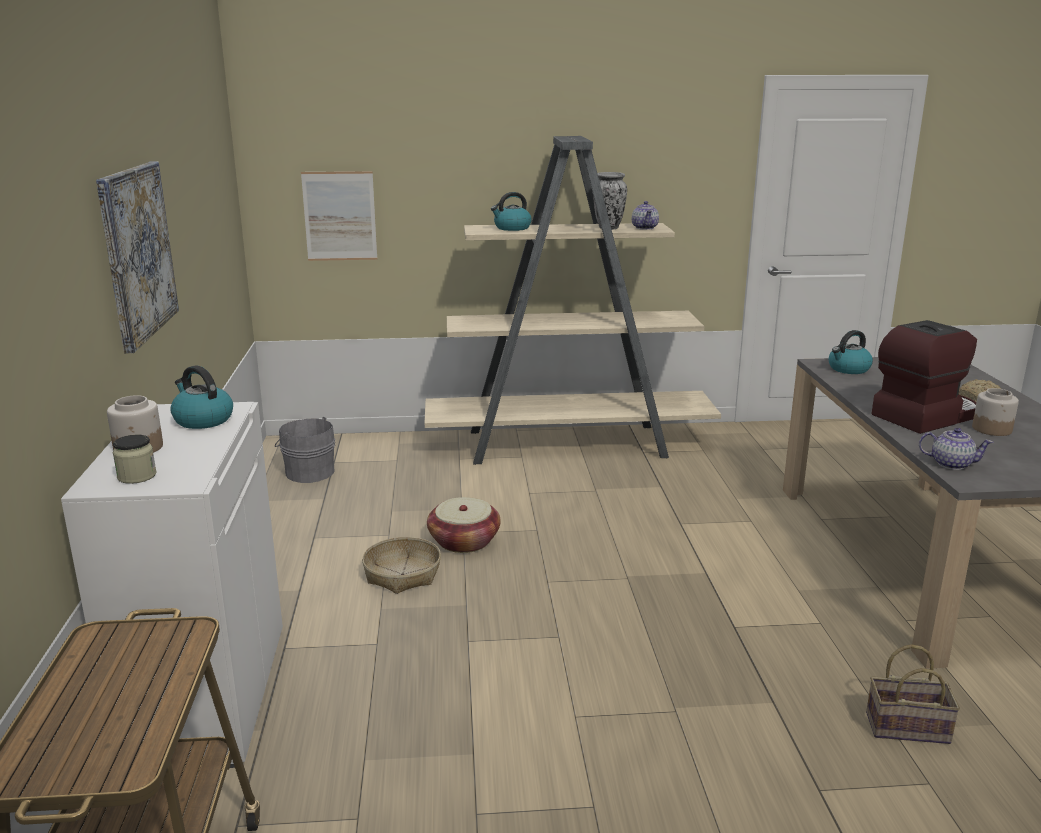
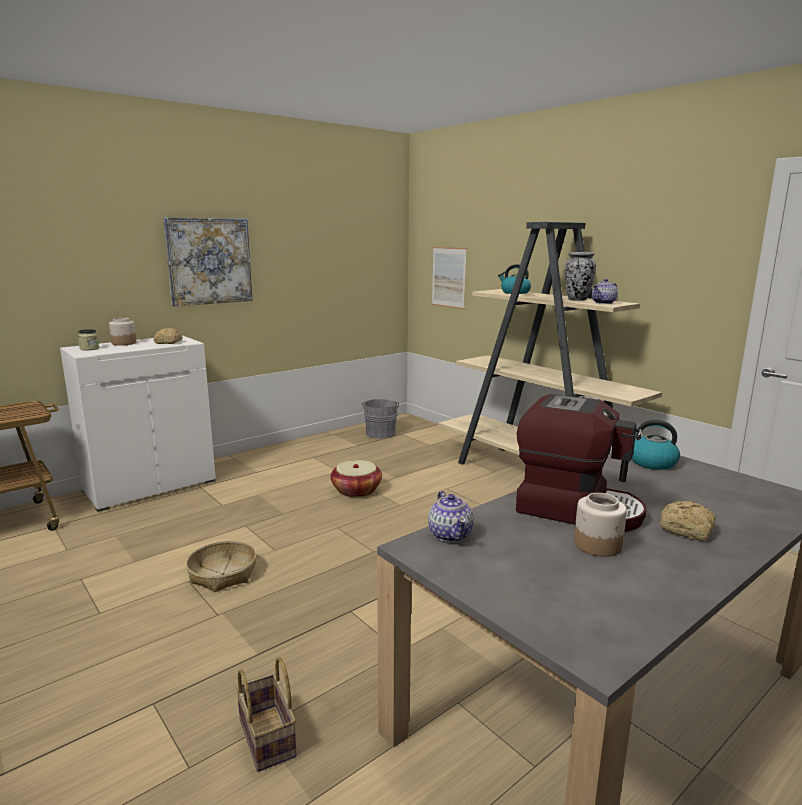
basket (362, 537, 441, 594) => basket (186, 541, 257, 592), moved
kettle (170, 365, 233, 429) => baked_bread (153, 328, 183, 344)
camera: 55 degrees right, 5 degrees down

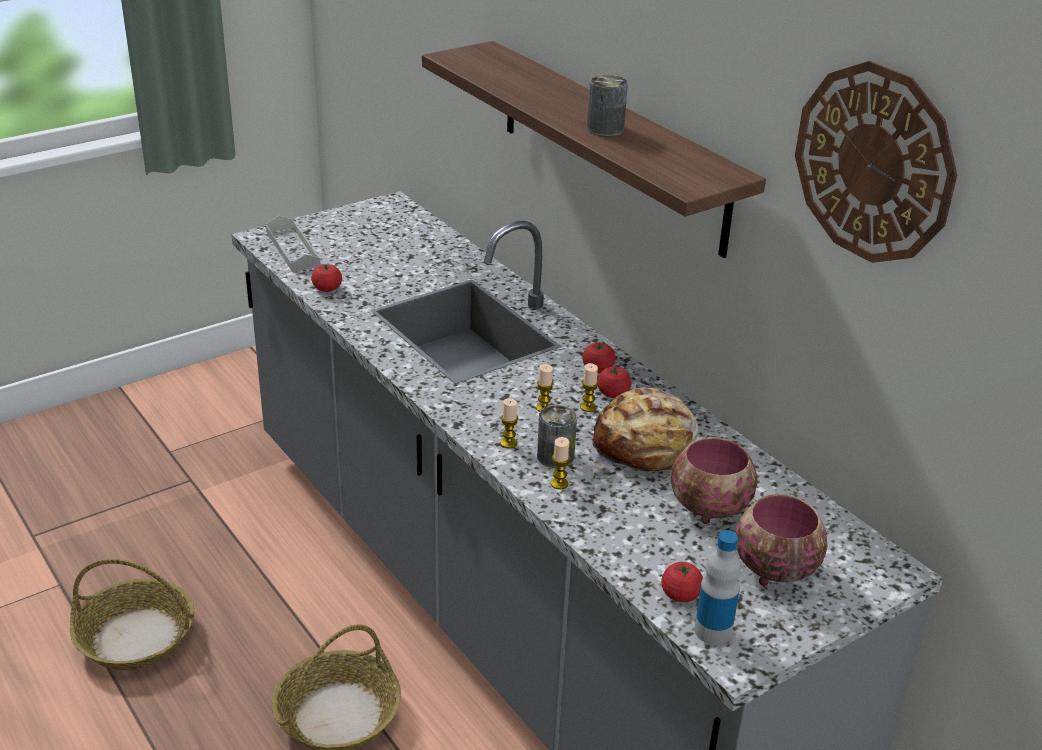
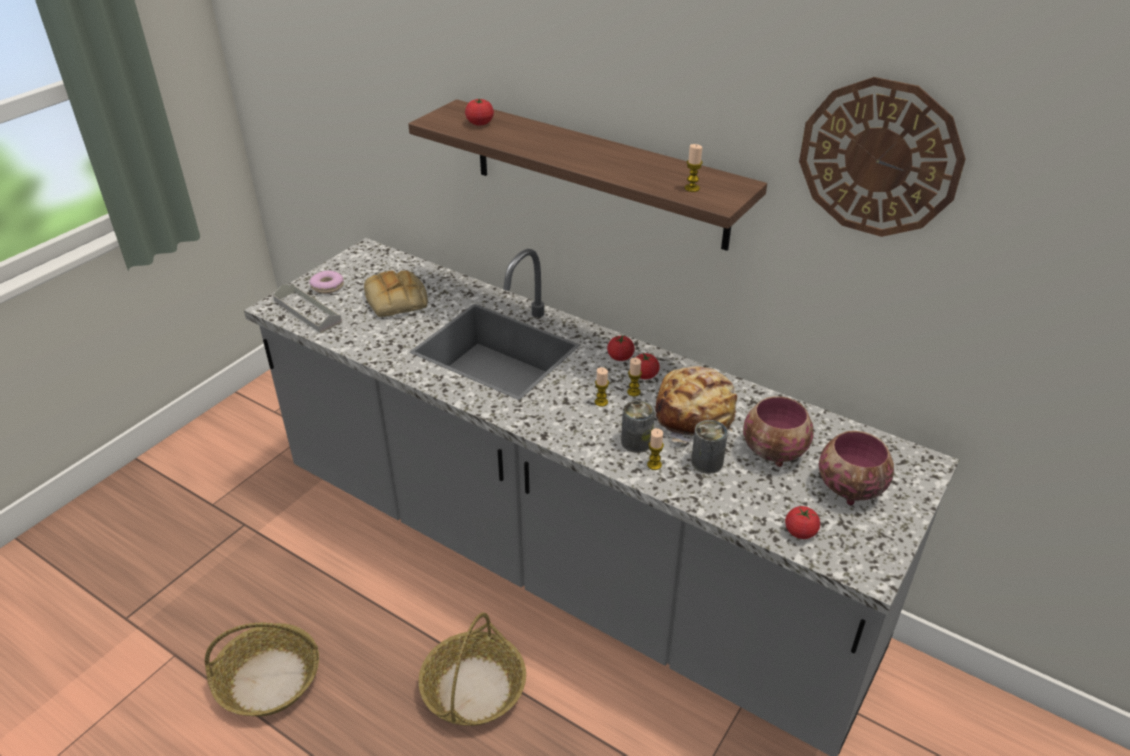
drink_bottle (694, 530, 741, 645) => nothing
nothing => ring_doughnut (310, 271, 344, 294)
nothing => baked_bread (364, 270, 428, 317)
tomato (311, 264, 342, 292) => tomato (465, 99, 494, 125), moved
wax_candle (500, 398, 518, 448) => wax_candle (685, 144, 703, 192), moved
can (587, 75, 628, 136) => can (691, 420, 728, 474), moved
camera: 20 degrees left, 5 degrees up

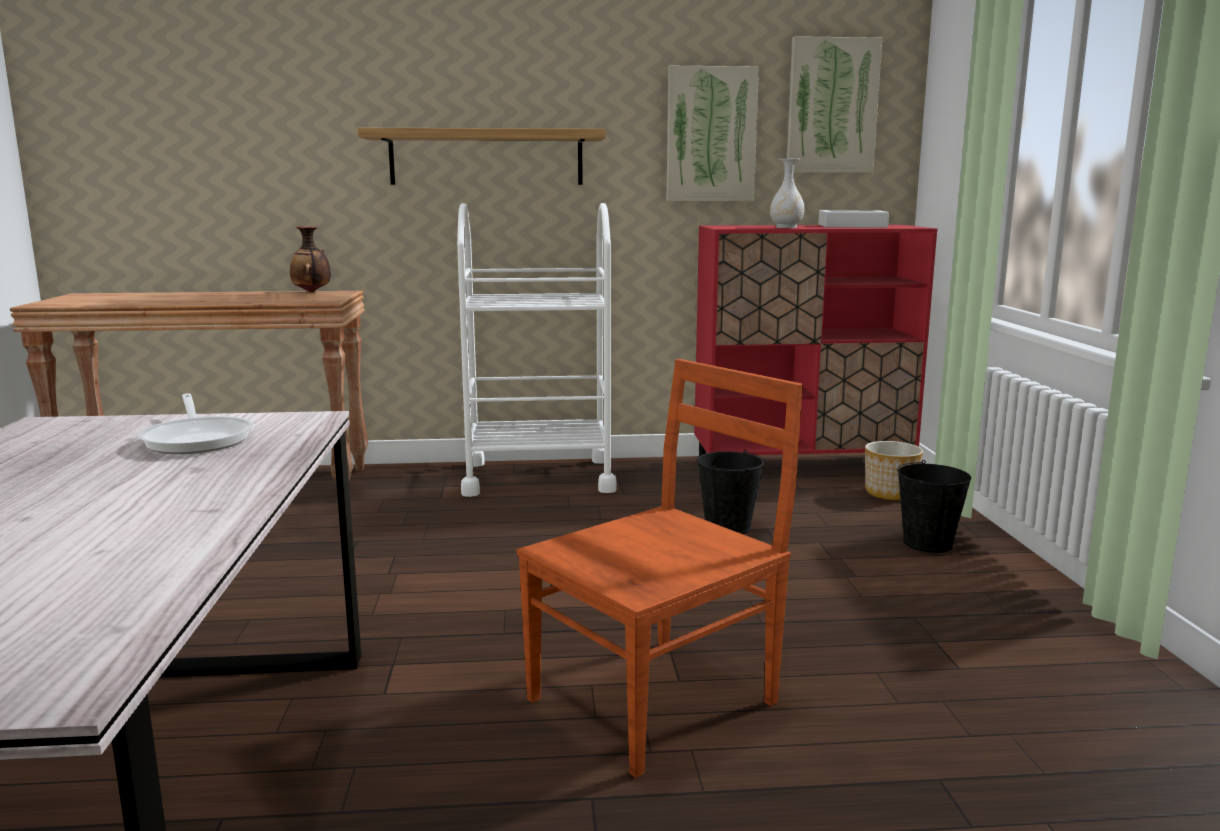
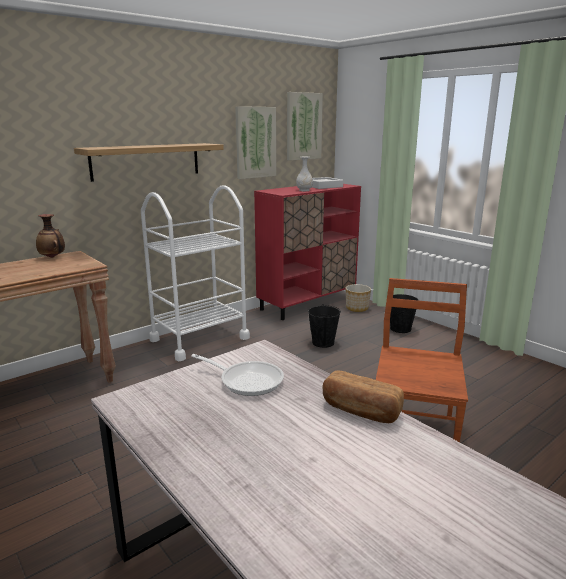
nothing => baked_bread (323, 370, 404, 423)
camera: 35 degrees left, 5 degrees up

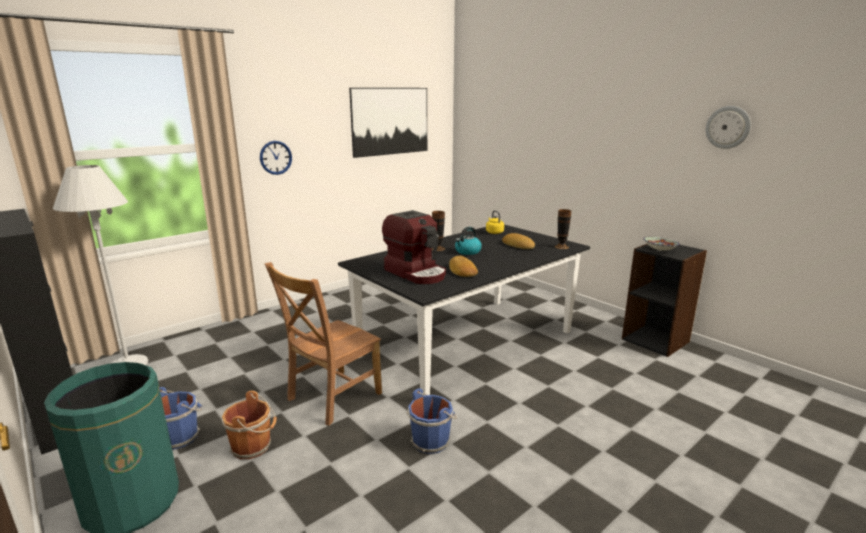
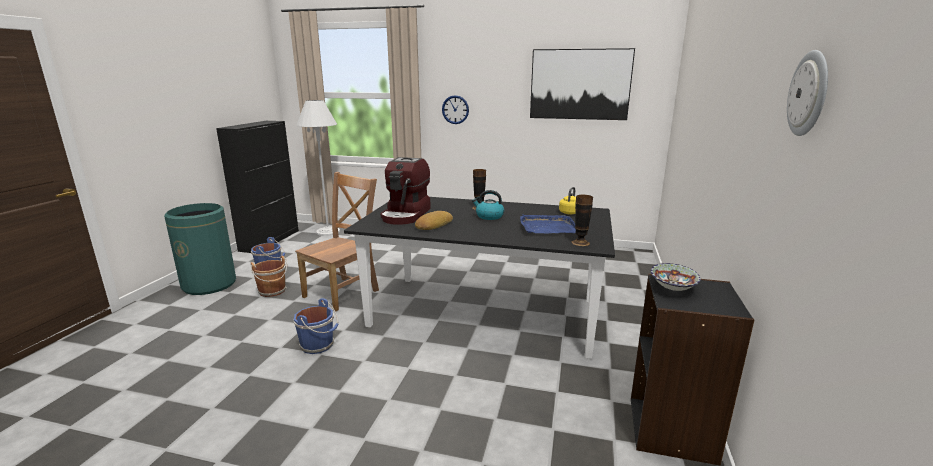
baked_bread (502, 233, 535, 249) => bluish_tray (520, 214, 576, 233)
brown-coloured_plain_chair (264, 262, 382, 426) => brown-coloured_plain_chair (295, 172, 379, 312), 120 degrees clockwise
camera: 55 degrees right, 0 degrees up

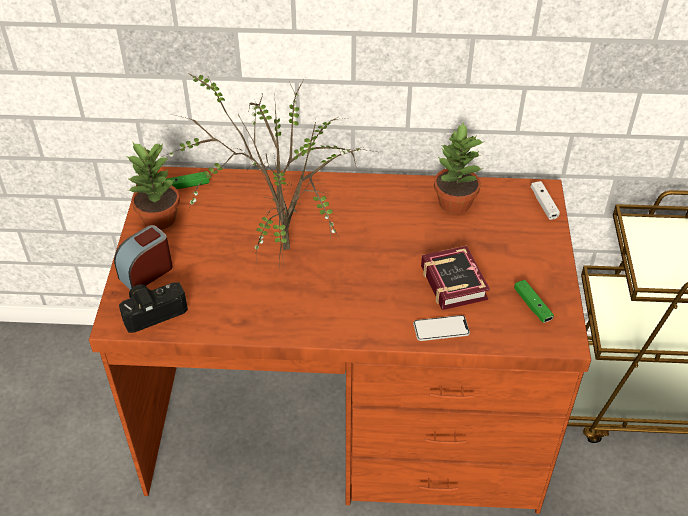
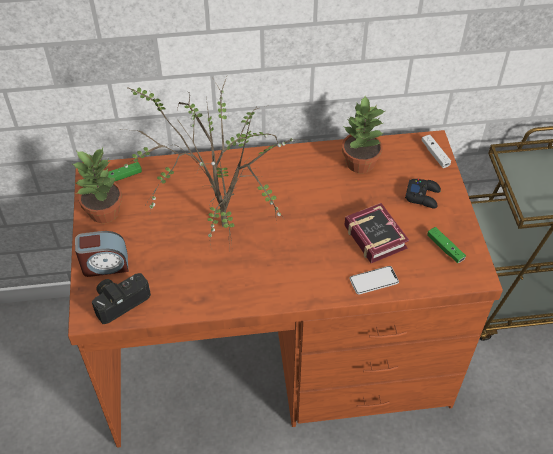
nothing => black_game_controller (405, 179, 441, 209)
bedside_clock (114, 225, 173, 290) => bedside_clock (75, 231, 128, 277), 135 degrees counterclockwise
camera: 10 degrees left, 5 degrees up

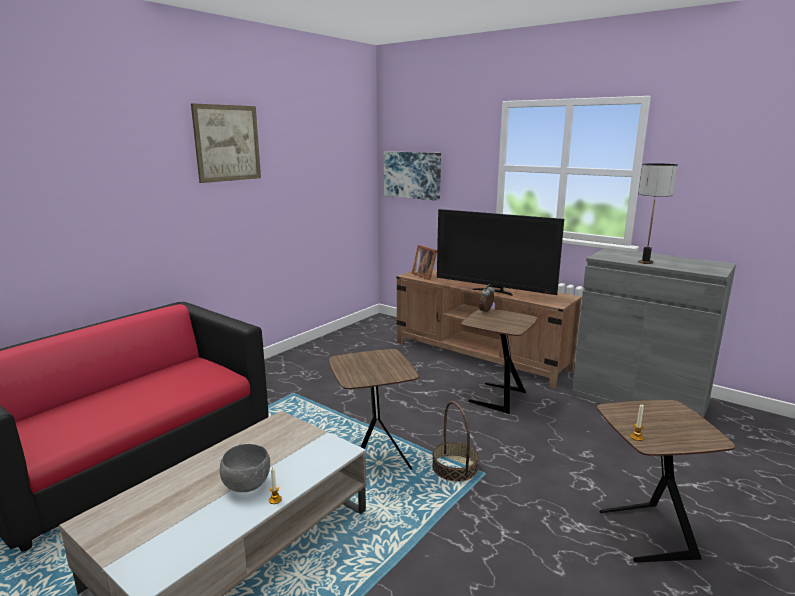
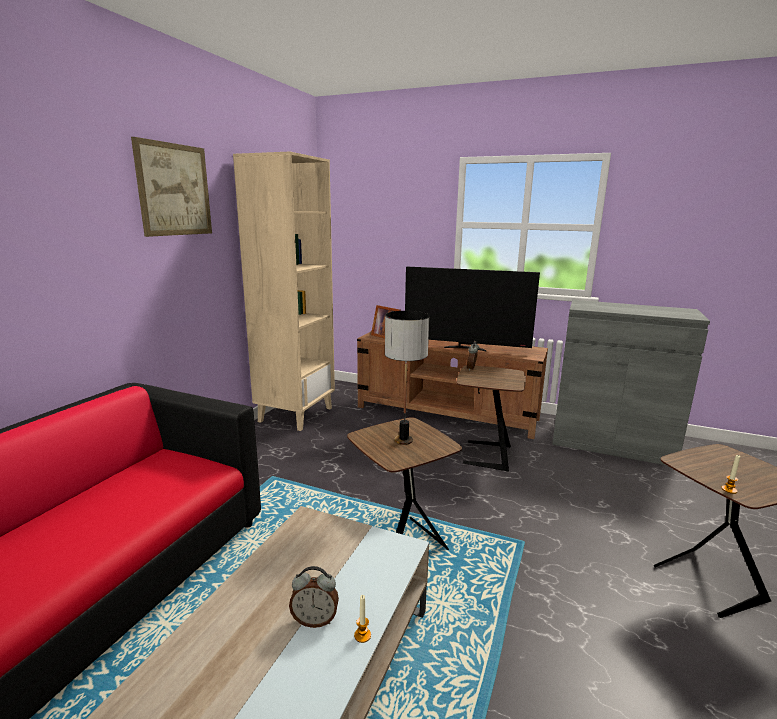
wall_picture (384, 151, 441, 201) => nothing
basket (432, 401, 479, 482) => nothing
nothing => sand-coloured_bookshelf (233, 152, 335, 431)
lamp_for_a_table (638, 163, 678, 264) => lamp_for_a_table (385, 311, 429, 445), moved
greyish_deep_dish (220, 444, 270, 492) => bedside_clock (289, 566, 339, 628)
camera: 15 degrees left, 0 degrees up

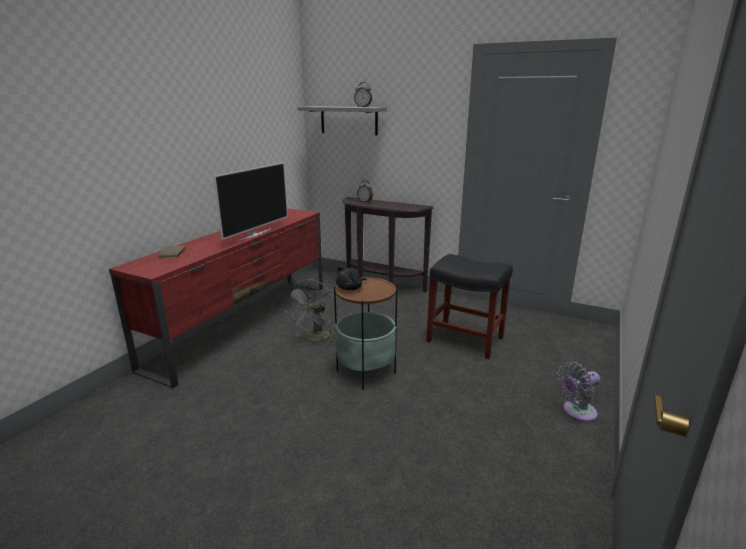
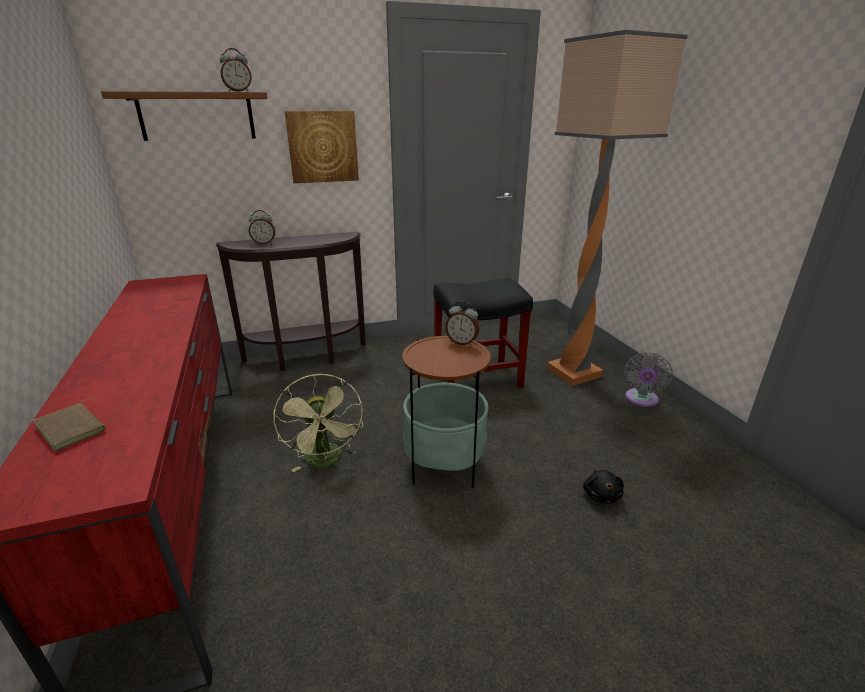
TV_set (214, 163, 288, 241) => nothing
nothing => wall_picture (285, 111, 359, 183)
nothing => bedside_clock (445, 301, 480, 346)
nothing => floor_lamp (547, 30, 688, 386)
black_cuddly_toy (336, 266, 367, 290) => black_cuddly_toy (583, 470, 624, 503), moved
greyish_fan (285, 279, 335, 342) => green-coloured_fan (273, 374, 363, 472)
greyish_wall_shelf (298, 106, 387, 135) => brown-coloured_wall_shelf (101, 91, 267, 141)
camera: 45 degrees left, 5 degrees up

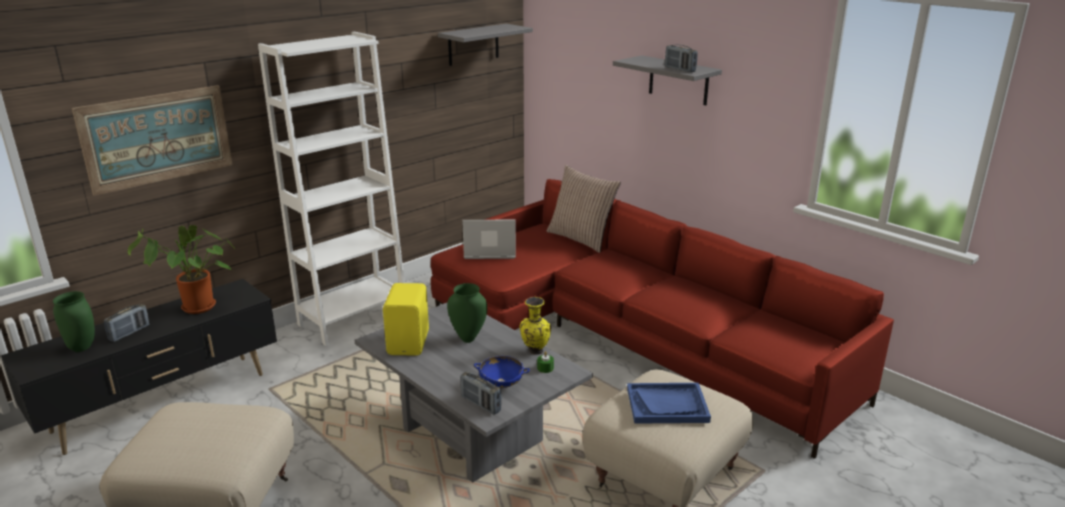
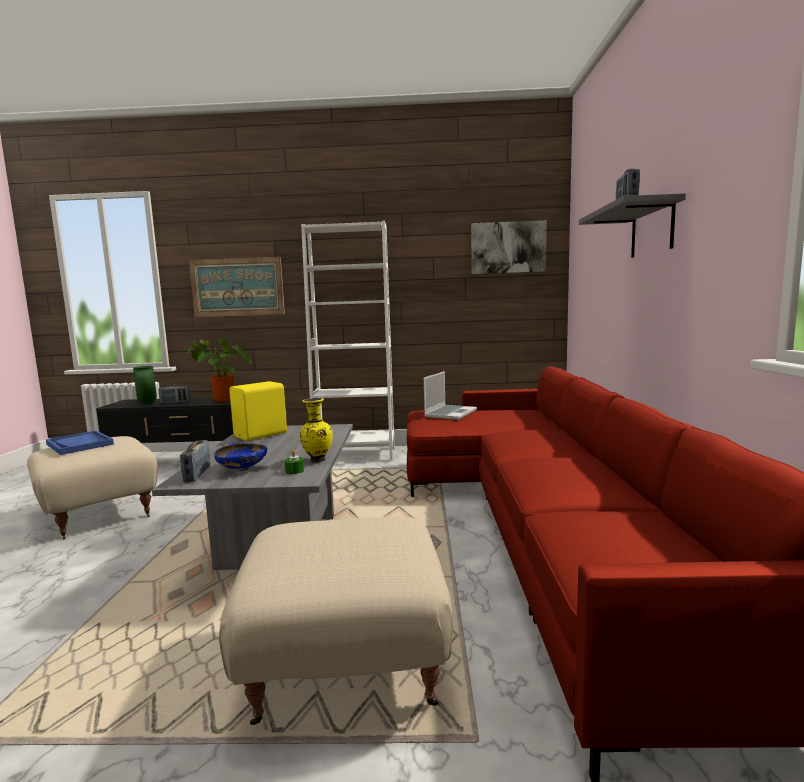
green-coloured_decorative_vase (447, 283, 487, 343) => nothing
cushion (547, 165, 621, 253) => nothing
bluish_tray (627, 383, 711, 424) => bluish_tray (46, 431, 114, 455), moved
greyish_wall_shelf (438, 24, 533, 66) => wall_picture (471, 220, 547, 274)
portable_computer (462, 219, 516, 259) => portable_computer (424, 371, 477, 420), 75 degrees clockwise
camera: 45 degrees right, 15 degrees down

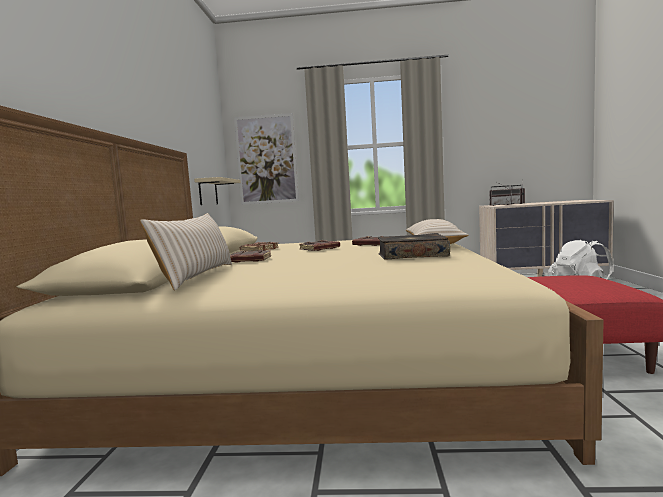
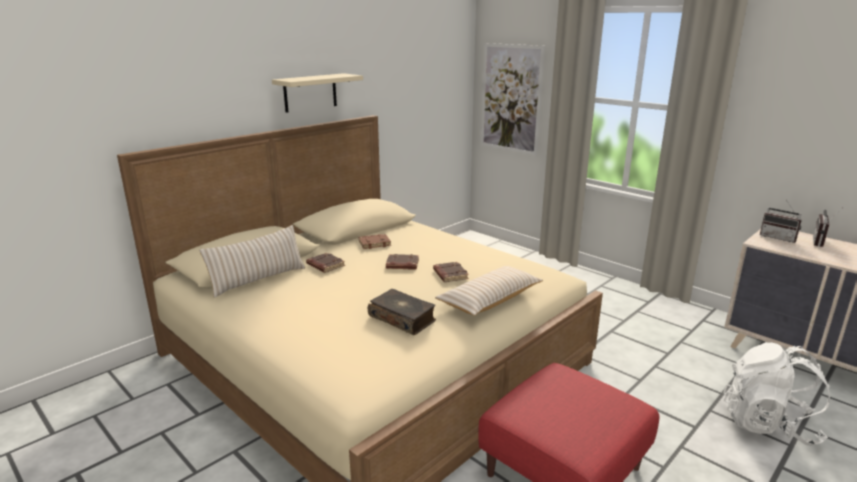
sand-coloured_wall_shelf (194, 177, 241, 205) => sand-coloured_wall_shelf (272, 73, 363, 113), moved
camera: 40 degrees right, 15 degrees up

